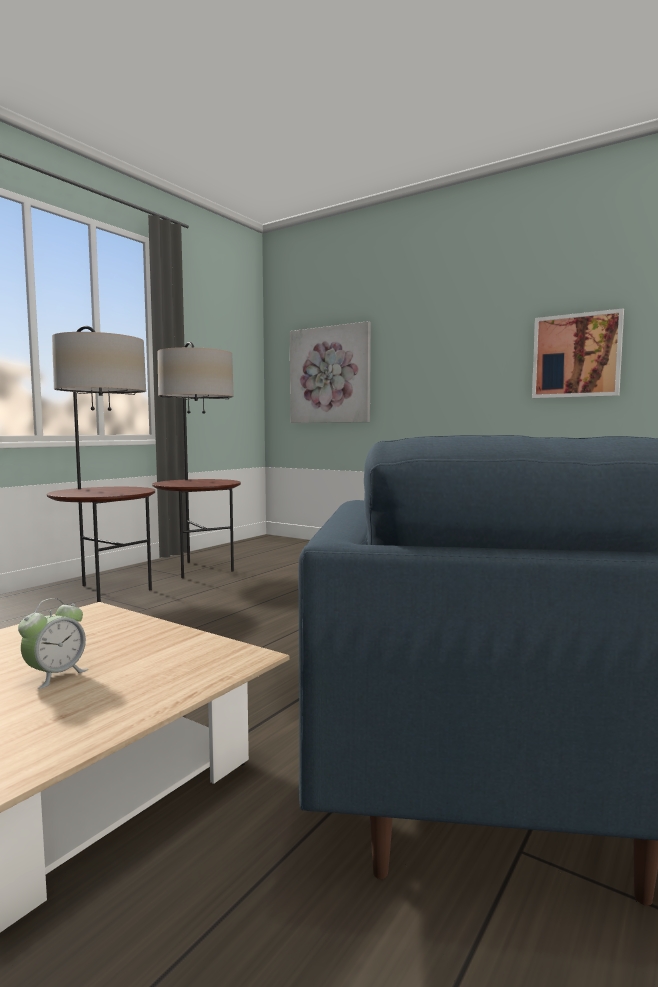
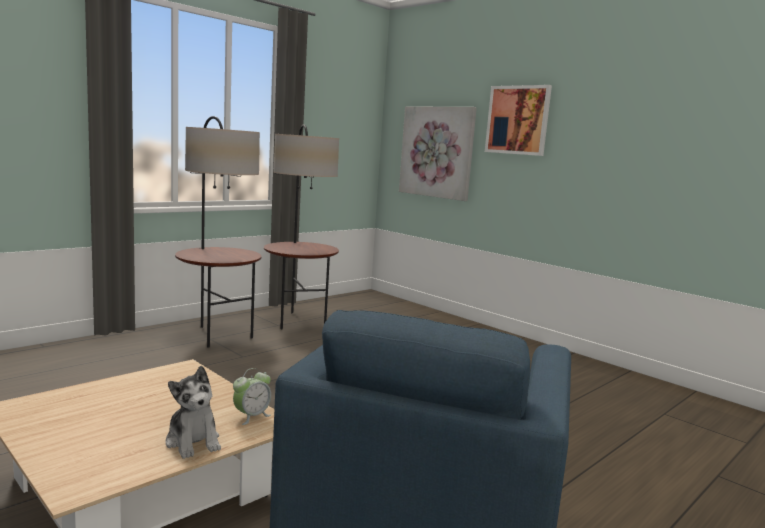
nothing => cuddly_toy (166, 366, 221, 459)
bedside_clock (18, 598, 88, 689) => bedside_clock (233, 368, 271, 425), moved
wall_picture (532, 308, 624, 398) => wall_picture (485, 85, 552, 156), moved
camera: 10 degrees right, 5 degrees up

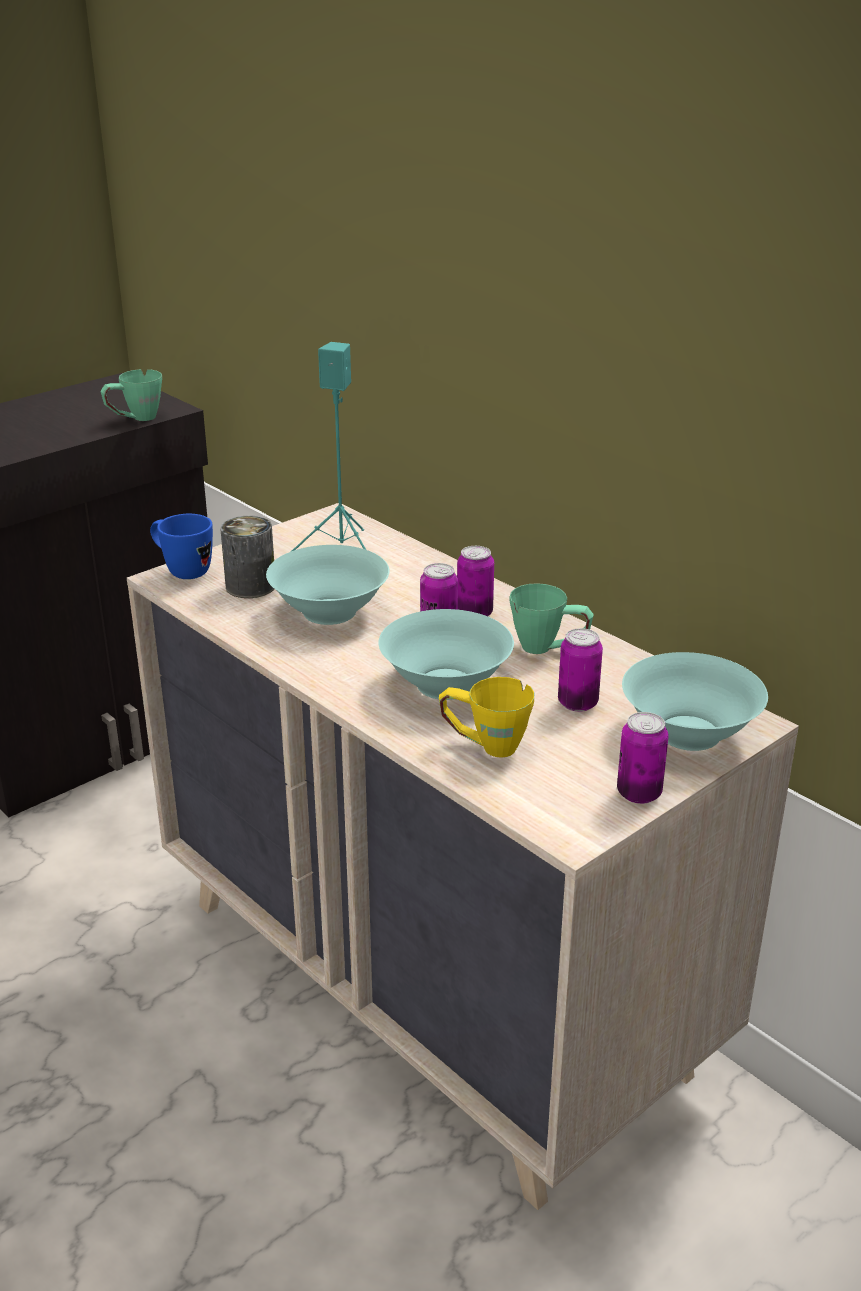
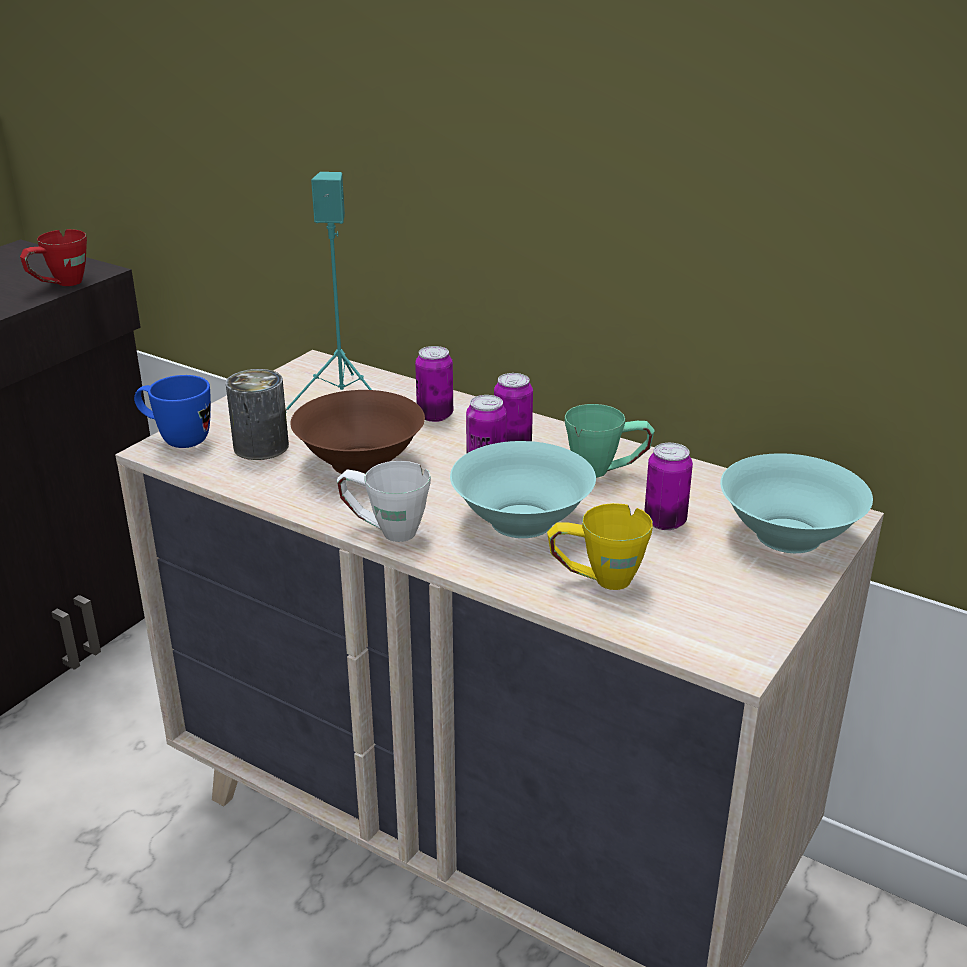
nothing => whitish_coffee_mug (337, 461, 431, 542)
can (617, 712, 669, 804) => can (415, 346, 453, 422), moved
green-coloured_coffee_mug (100, 369, 162, 421) => red_coffee_mug (20, 229, 87, 286)
turquoise-coloured_deep_dish (266, 545, 390, 625) => brown-coloured_deep_dish (290, 390, 425, 474)
camera: 15 degrees left, 0 degrees up

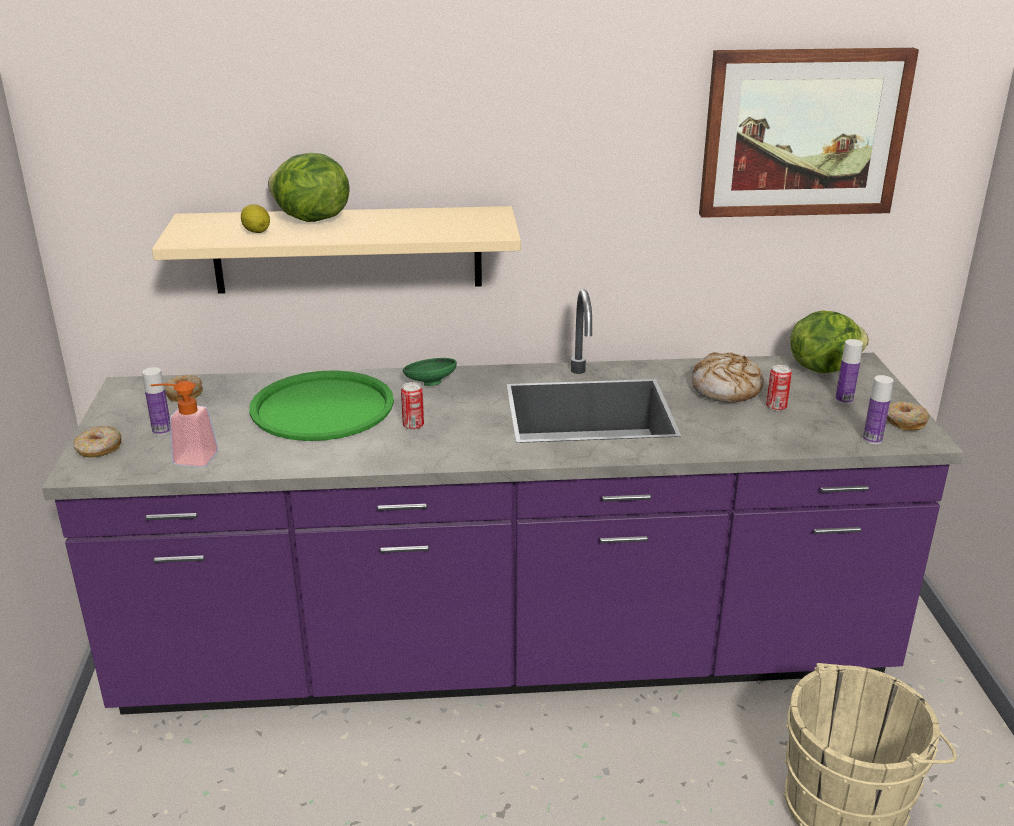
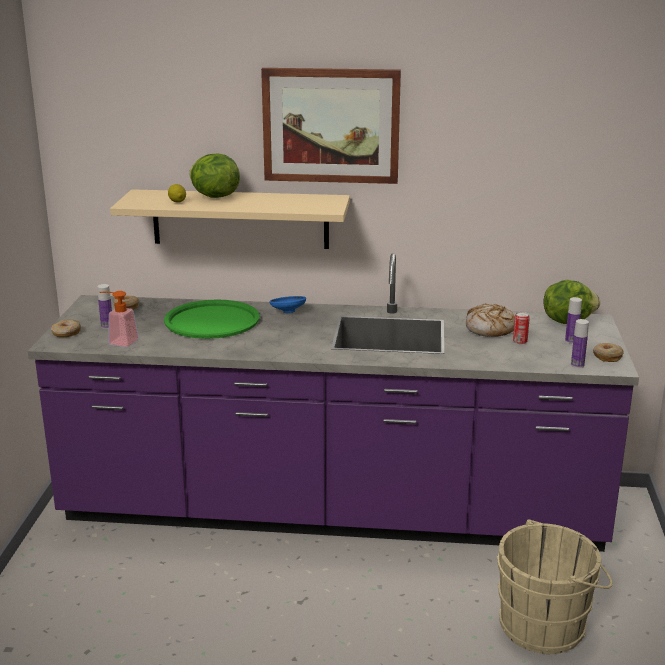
can (401, 382, 424, 430) => nothing
wall_picture (699, 48, 919, 218) => wall_picture (261, 68, 401, 184), moved
green-coloured_deep_dish (403, 358, 457, 386) => bluish_deep_dish (269, 296, 306, 313)
camera: 10 degrees right, 5 degrees down

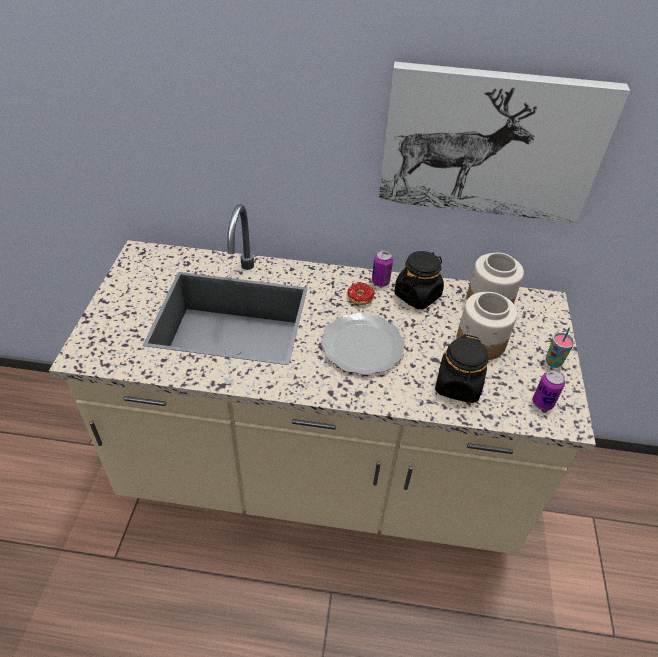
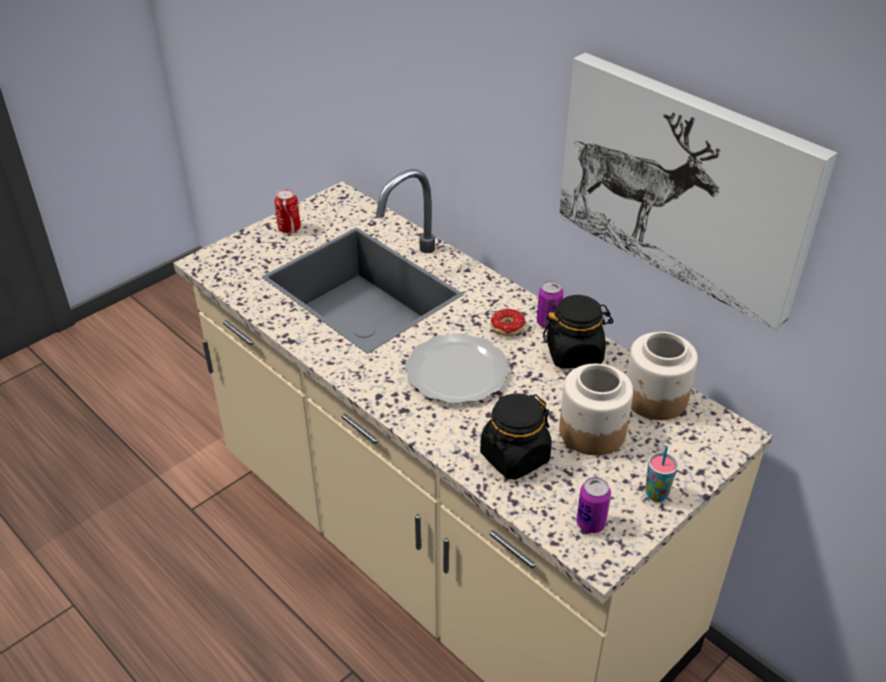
nothing => can (275, 189, 301, 233)
camera: 40 degrees right, 5 degrees down

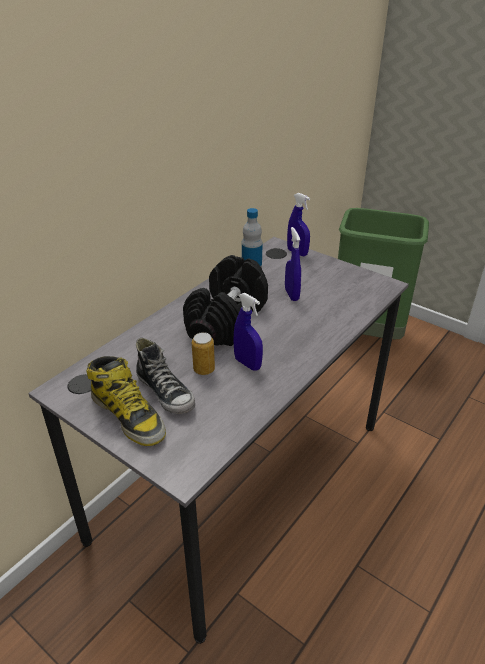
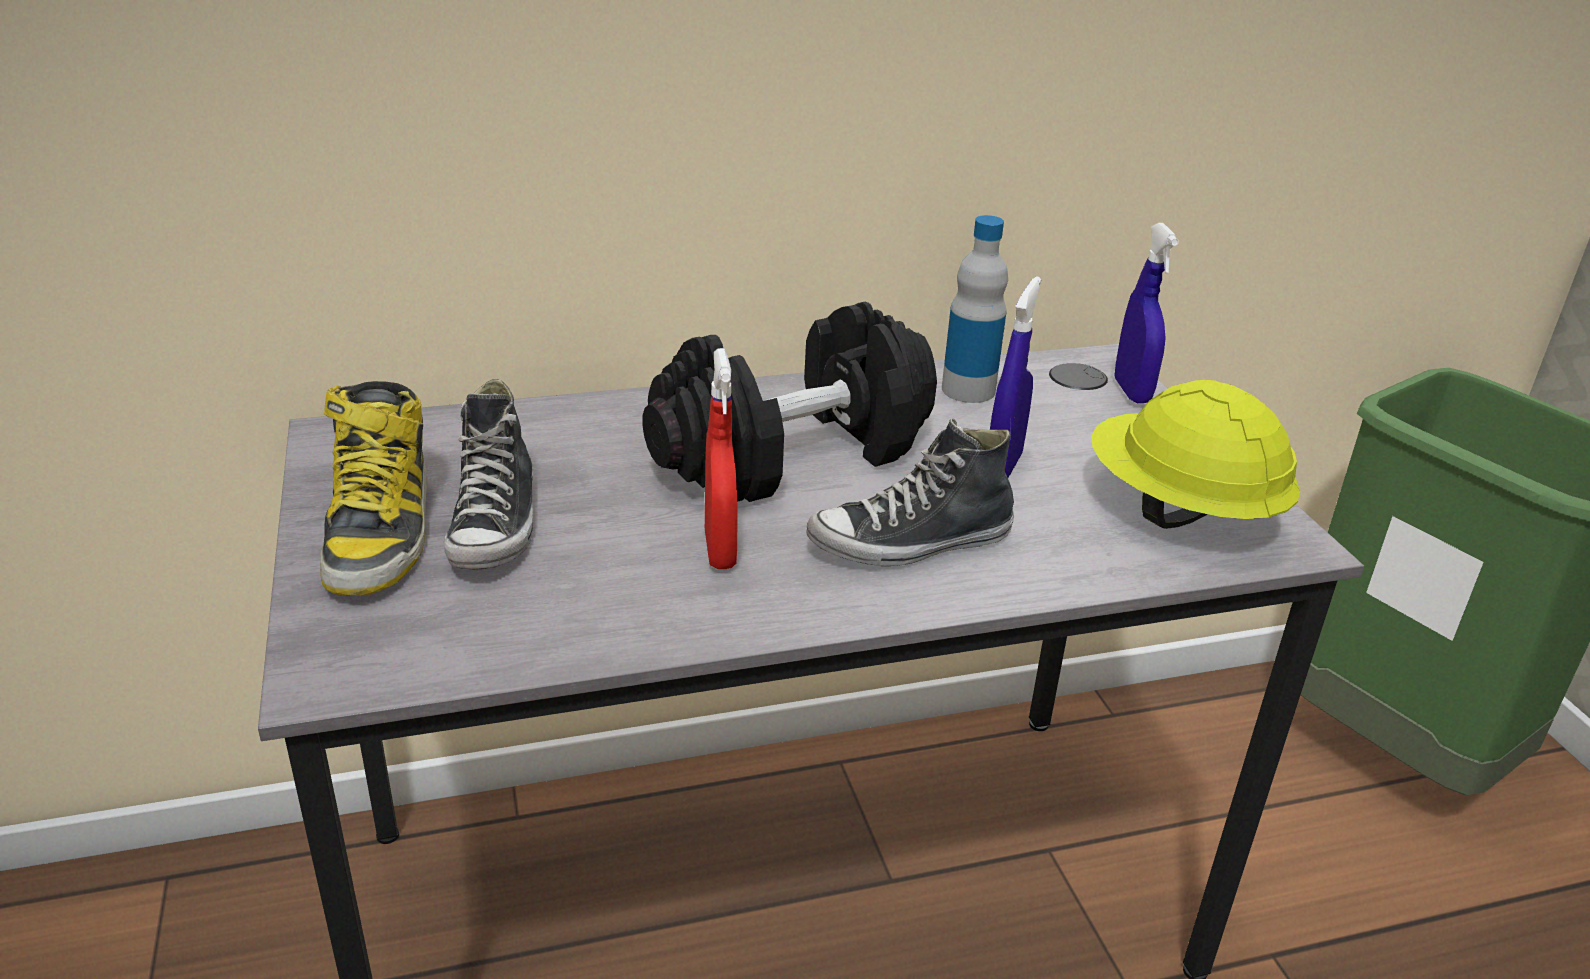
can (192, 332, 215, 375) => nothing
nothing => item_of_footwear (806, 419, 1014, 566)
nothing => yellow-coloured_safety_helmet (1091, 380, 1300, 529)
bluish_spray_bottle (233, 293, 263, 371) => red_spray_bottle (705, 348, 738, 569)
camera: 35 degrees right, 5 degrees down

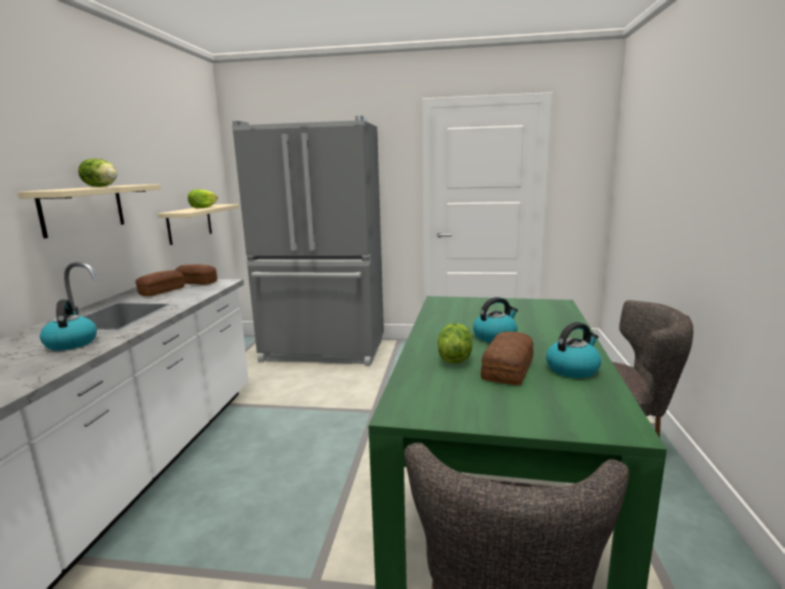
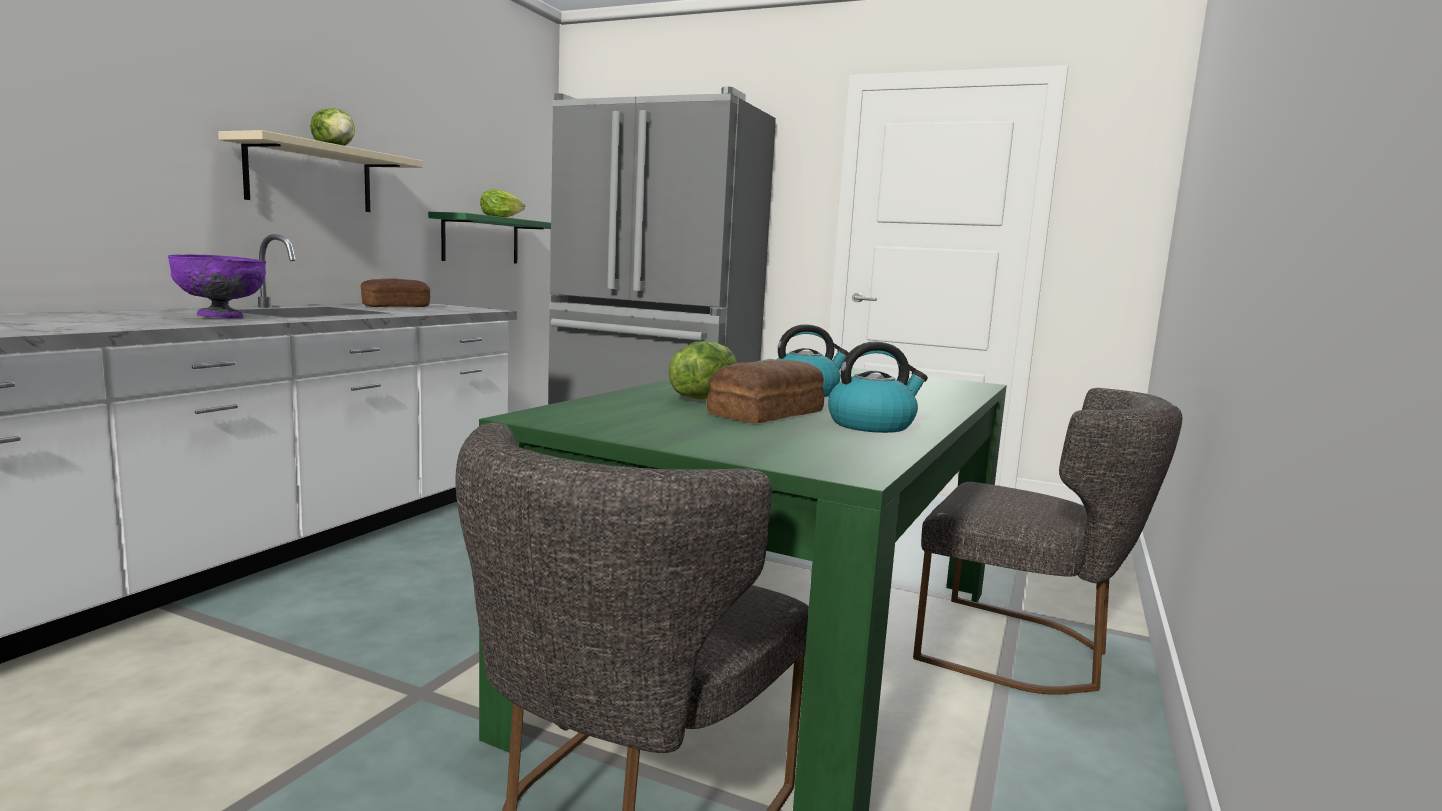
baked_bread (175, 264, 217, 285) => nothing
kettle (40, 299, 97, 350) => purplish_deep_dish (168, 254, 266, 318)
sand-coloured_wall_shelf (158, 204, 239, 245) => green-coloured_wall_shelf (428, 212, 551, 263)
camera: 15 degrees right, 5 degrees down

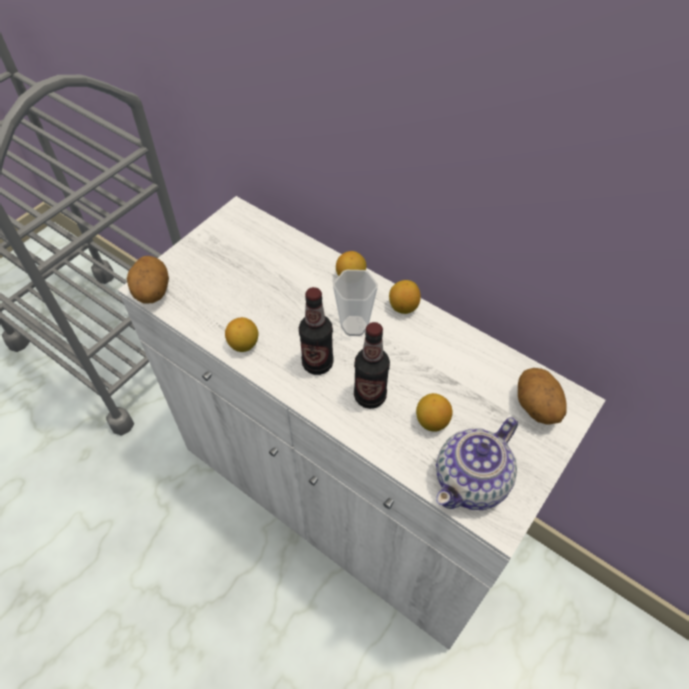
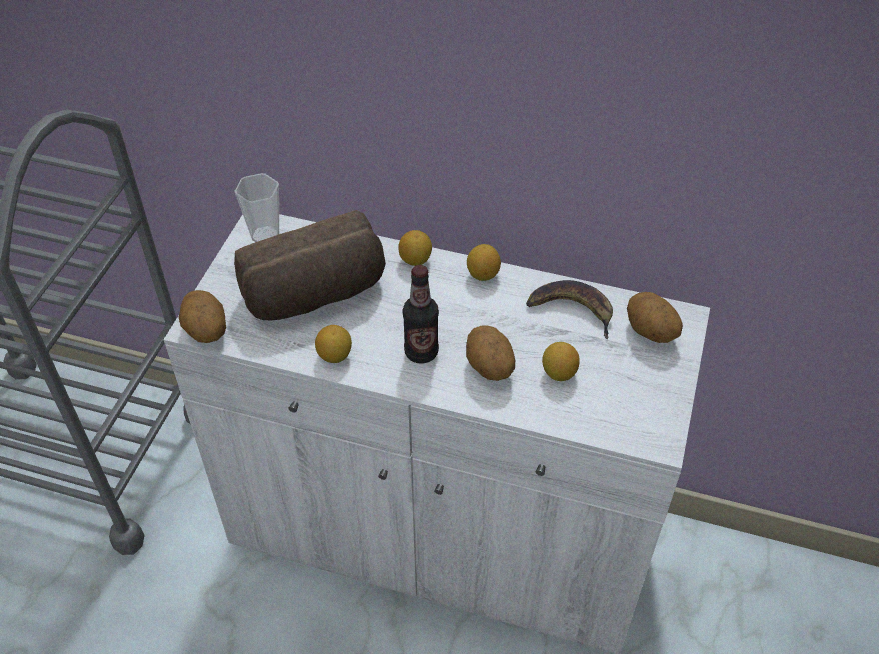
teapot (436, 417, 518, 510) => nothing
nothing => baked_bread (234, 210, 386, 320)
nothing => banana (526, 280, 613, 339)
small_cup (333, 270, 378, 336) => small_cup (235, 173, 279, 242), moved
drink_bottle (354, 322, 390, 409) => whole_potato (466, 326, 515, 381)
camera: 20 degrees left, 5 degrees down

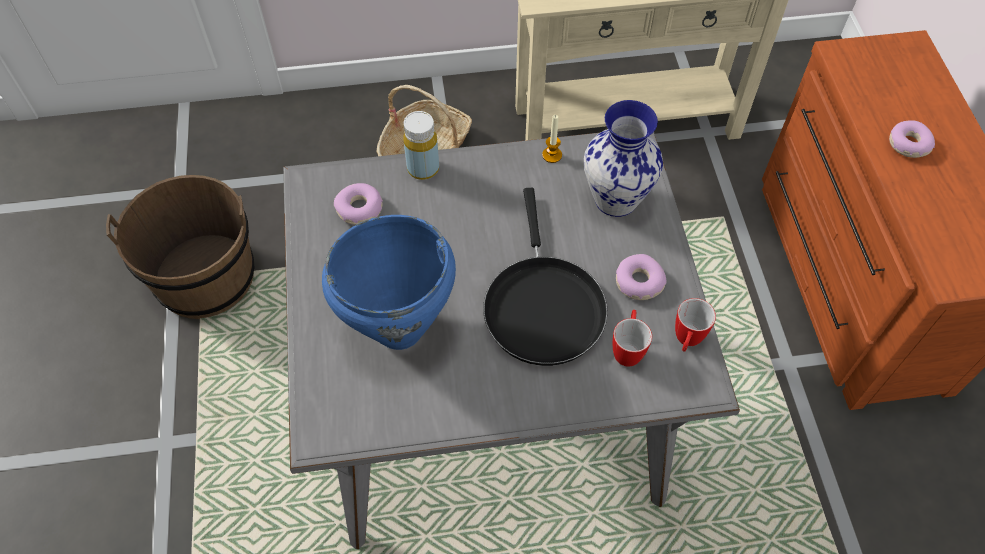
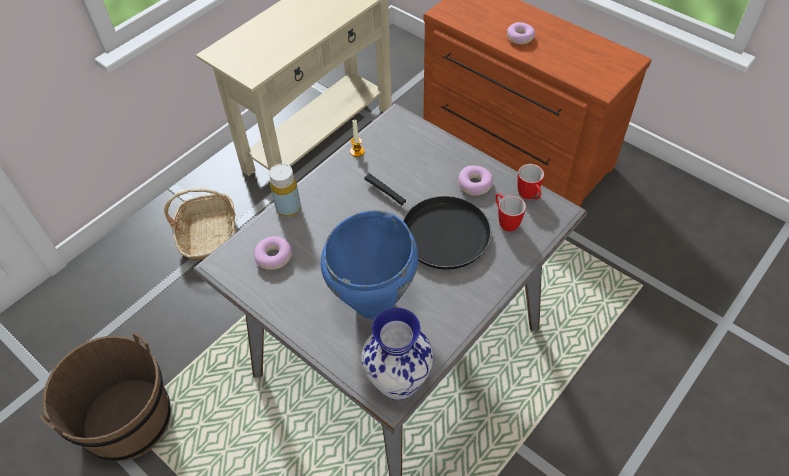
decorative_vase (584, 100, 663, 217) => decorative_vase (361, 307, 433, 400), moved
camera: 40 degrees left, 5 degrees down

